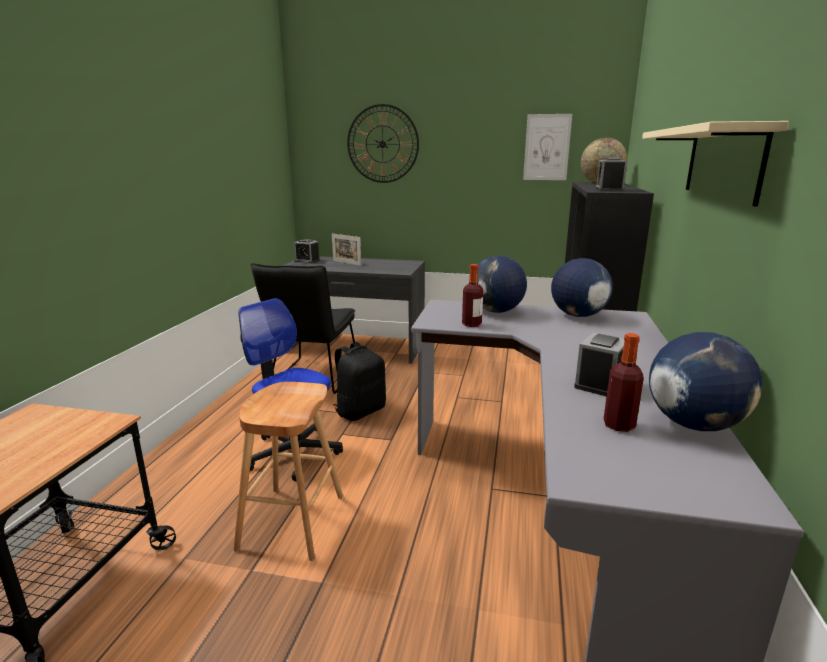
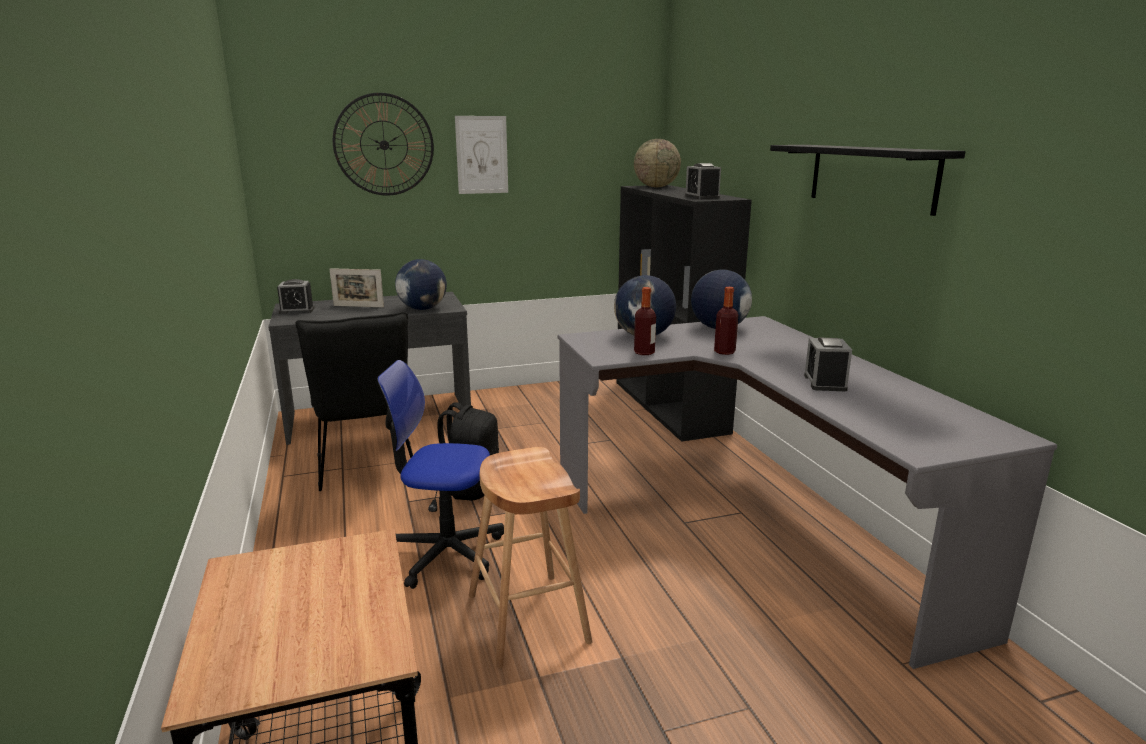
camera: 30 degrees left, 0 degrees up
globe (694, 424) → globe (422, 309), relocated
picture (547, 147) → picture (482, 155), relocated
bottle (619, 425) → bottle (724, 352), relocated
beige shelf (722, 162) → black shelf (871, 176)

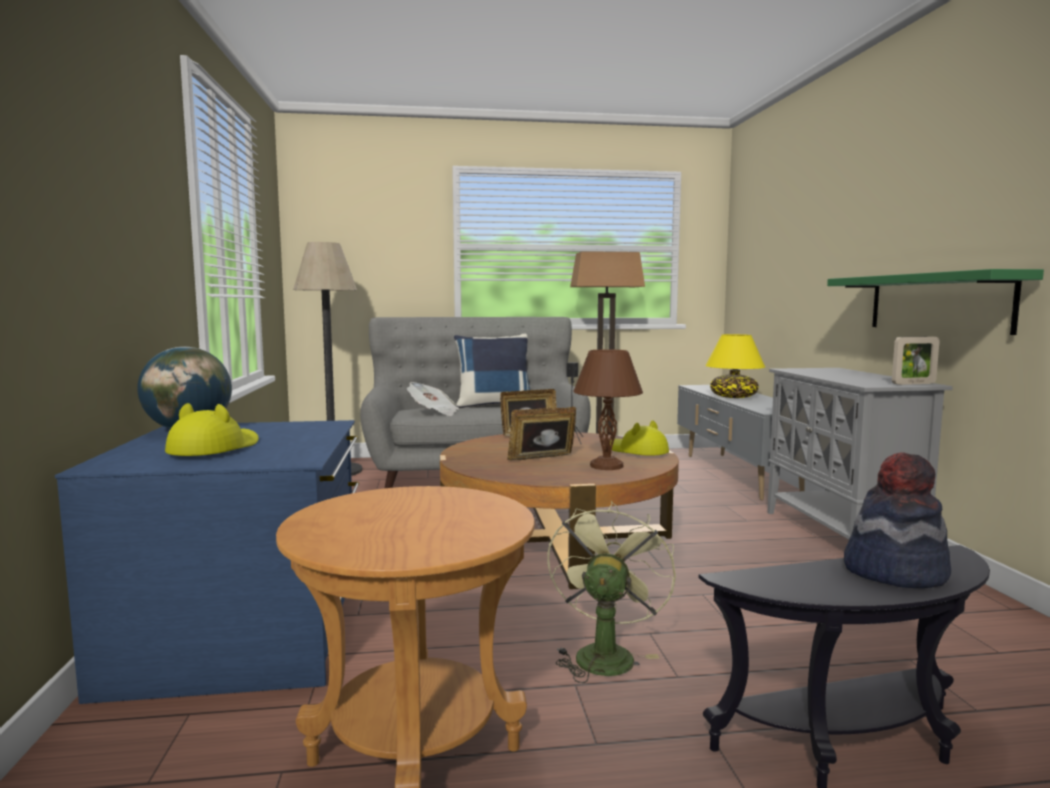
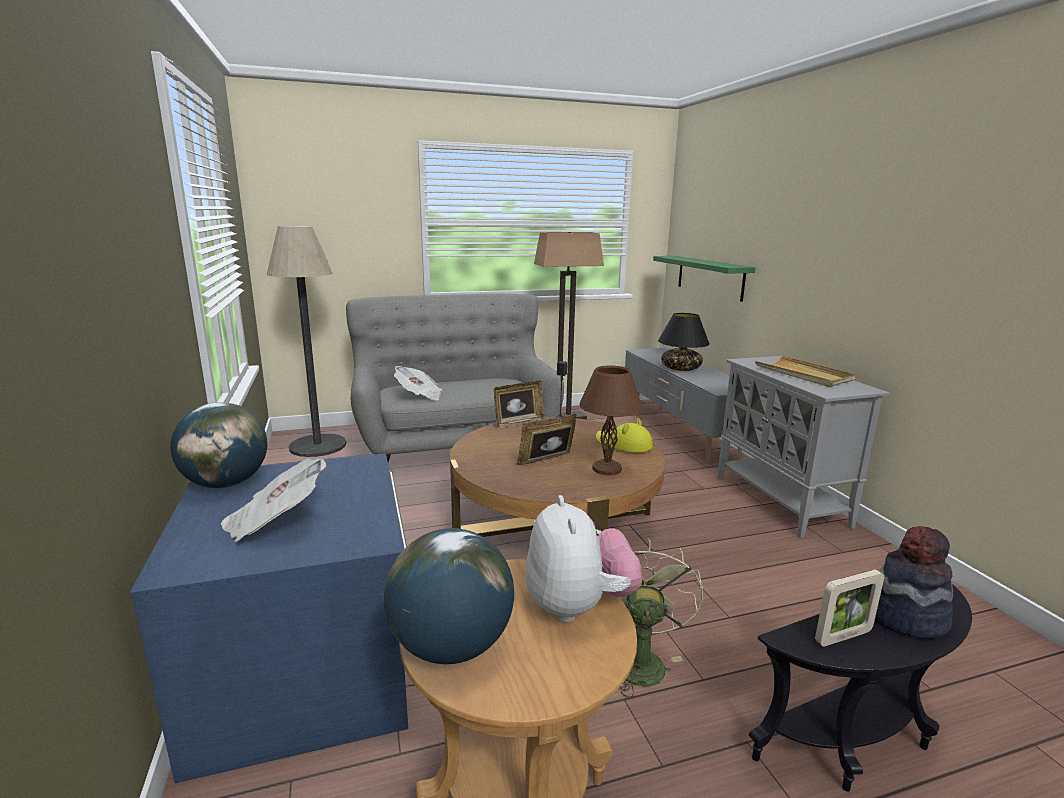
camera: 10 degrees left, 10 degrees up
yellow hat (214, 448) → newspaper (275, 522)
- → globe (452, 647)
- → plush toy (578, 606)
green shelf (937, 302) → green shelf (710, 277), relocated
yellow table lamp (733, 397) → black table lamp (680, 368)
- → beige tray (803, 374)
picture frame (913, 383) → picture frame (843, 637), relocated
blue pillow (494, 405) → -

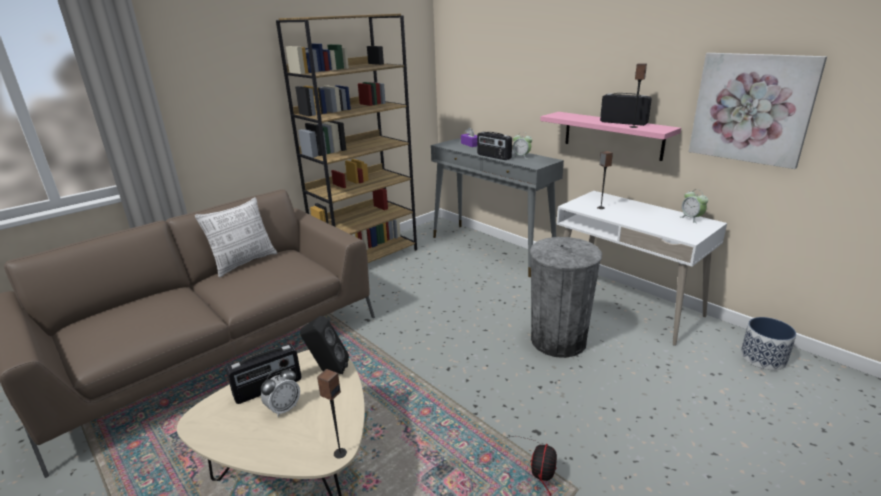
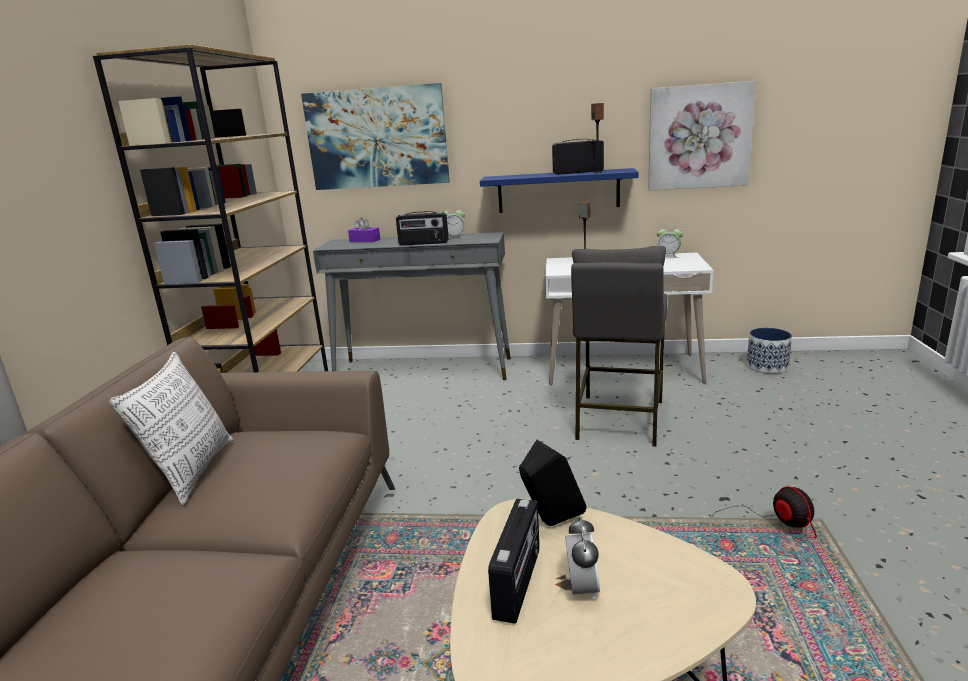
camera: 40 degrees left, 5 degrees down
- → picture (377, 138)
pink shelf (612, 135) → blue shelf (558, 191)
grey trash can (558, 340) → grey stool (618, 419)
speaker (340, 453) → -

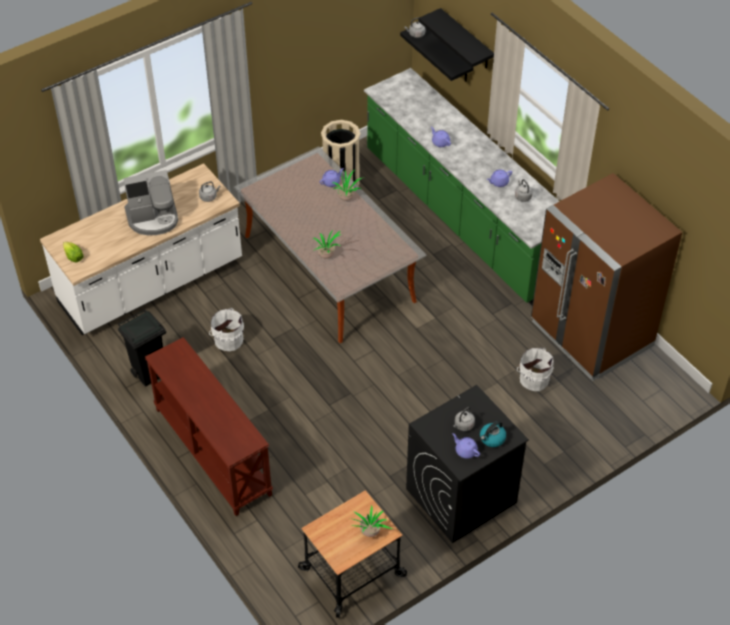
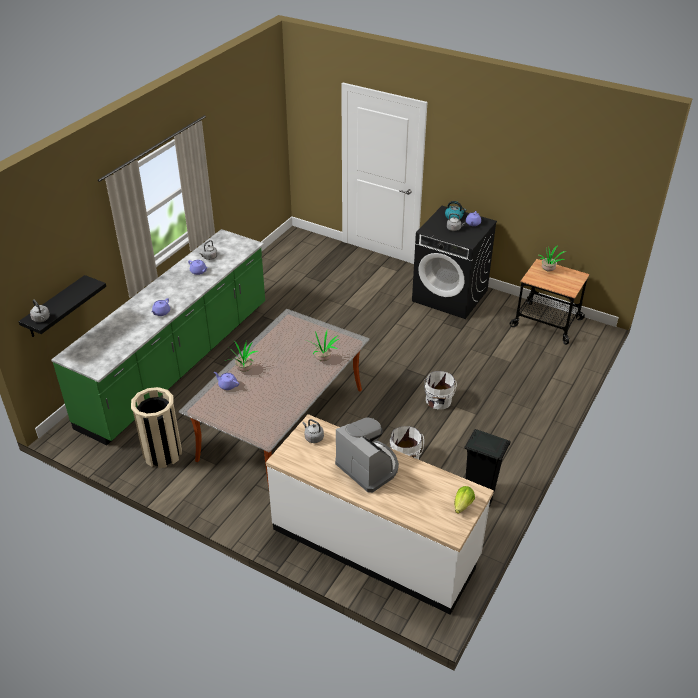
camera: 115 degrees left, 10 degrees down
white bucket (533, 378) → white bucket (438, 401), relocated
brown console table (211, 451) → -
black shelf (466, 40) → -
brown fridge (591, 334) → -

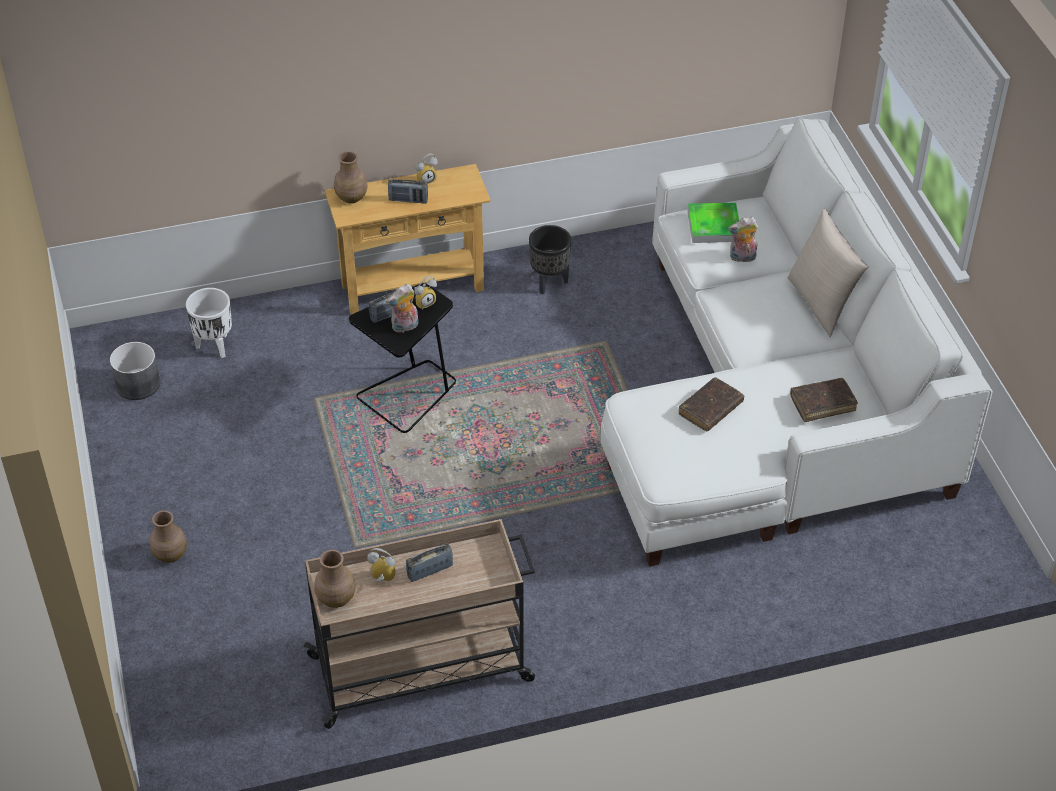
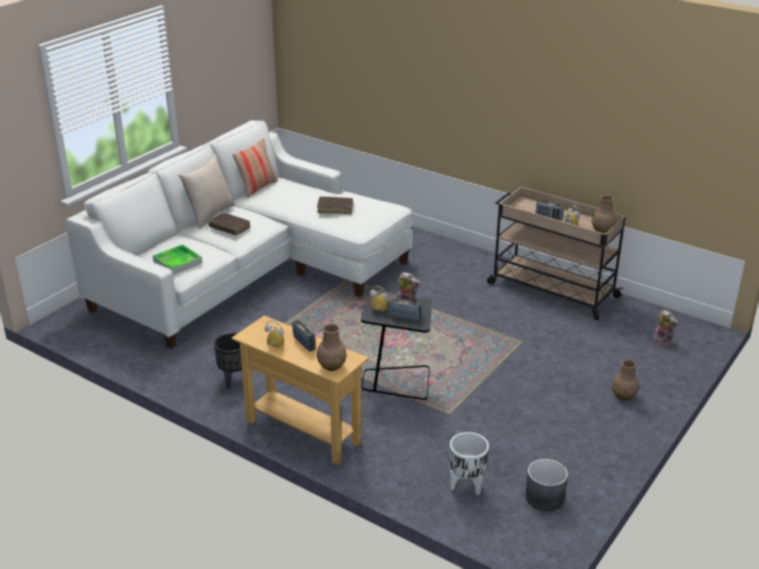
camera: 130 degrees left, 15 degrees down
brown book (822, 404) → brown book (229, 228), relocated
- → pillow (257, 187)
plush toy (742, 258) → plush toy (663, 342), relocated

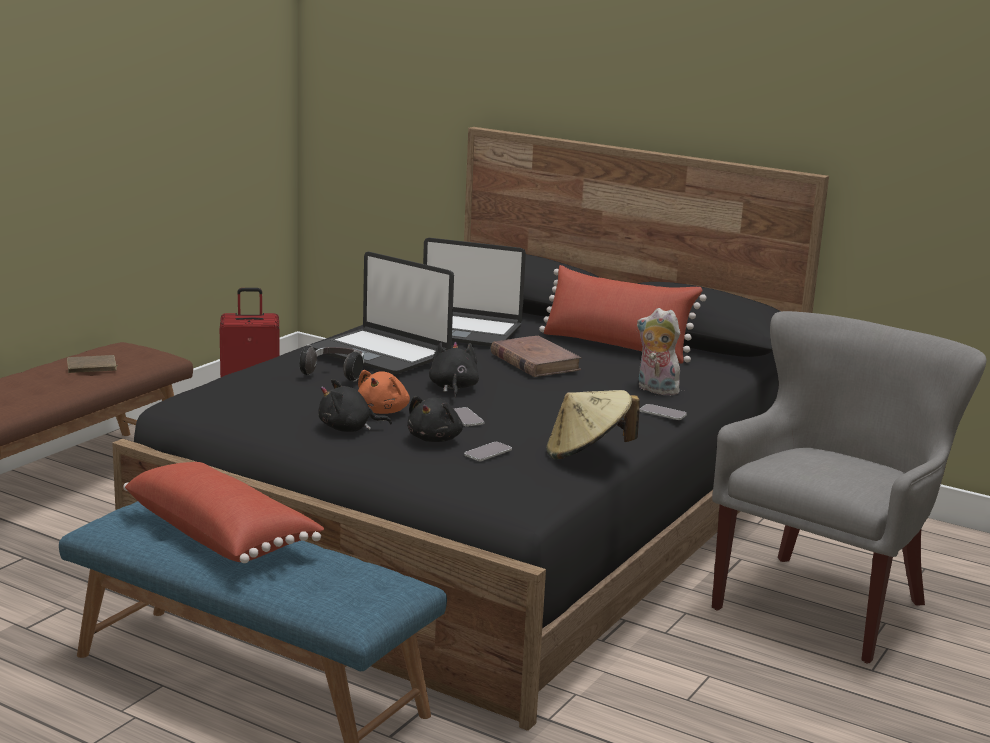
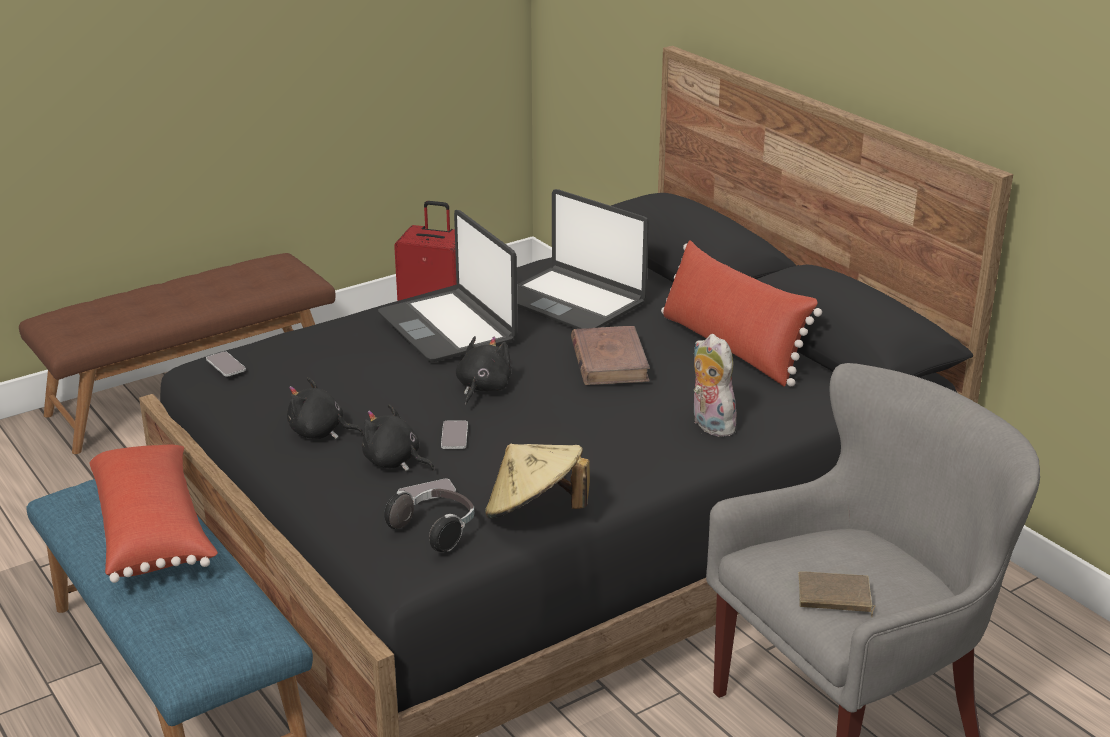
camera: 25 degrees right, 10 degrees up
phone (663, 413) → phone (225, 365), relocated
black plush toy (435, 439) → black plush toy (394, 462), 75 degrees clockwise
headphones (335, 374) → headphones (435, 530), relocated
brown book (91, 368) → brown book (834, 597), relocated
orange plush toy (384, 411) → -

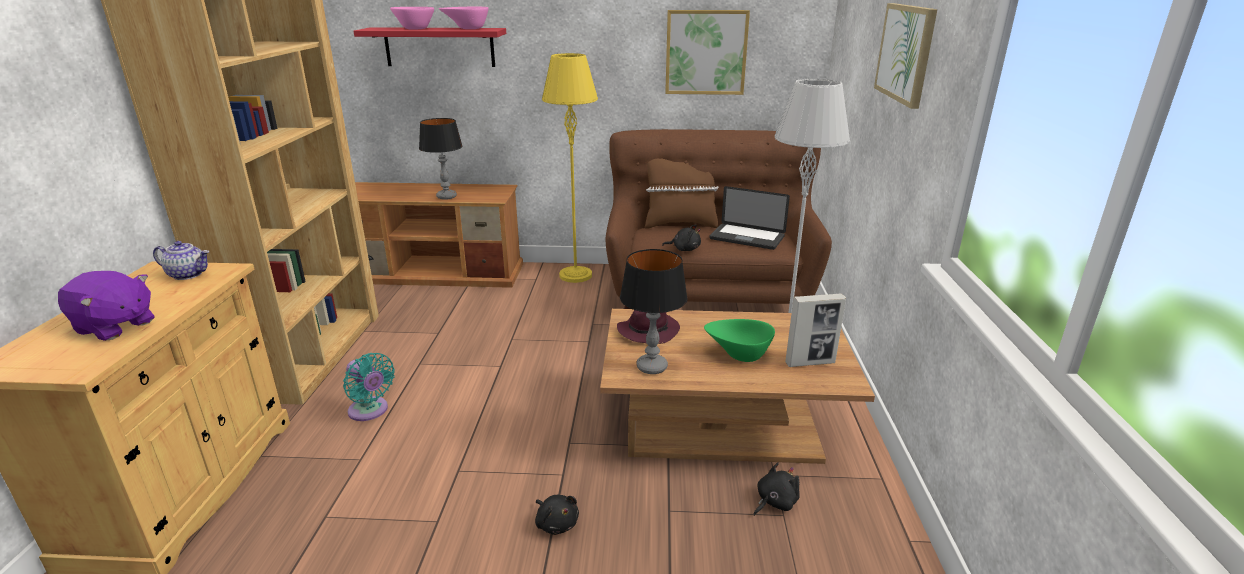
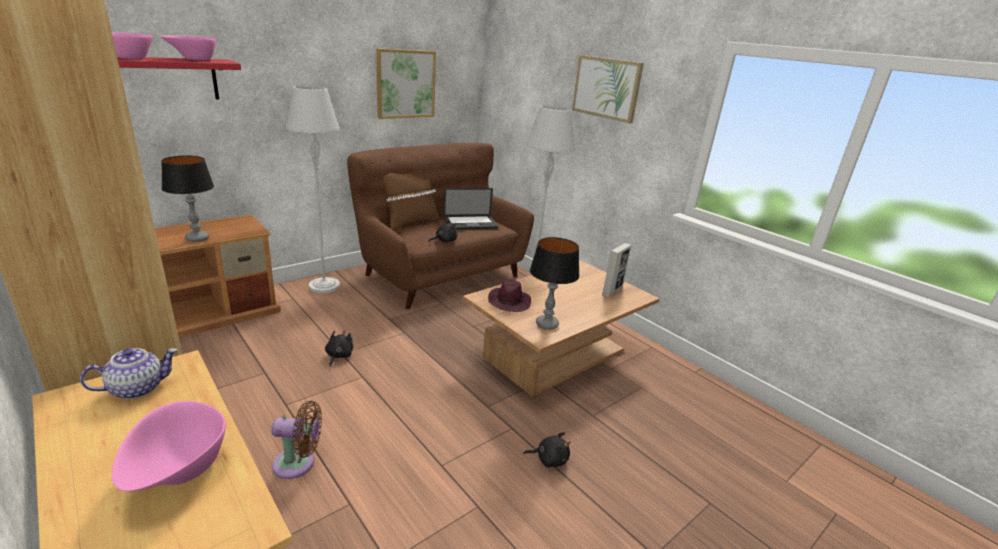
camera: 45 degrees left, 0 degrees up
purple plush toy (115, 327) → pink bowl (178, 474)
turquoise fan (370, 411) → brown fan (298, 463)
yellow floor lamp (575, 275) → grey floor lamp (324, 286)
black plush toy (774, 502) → black plush toy (339, 356), relocated
green bowl (739, 354) → -

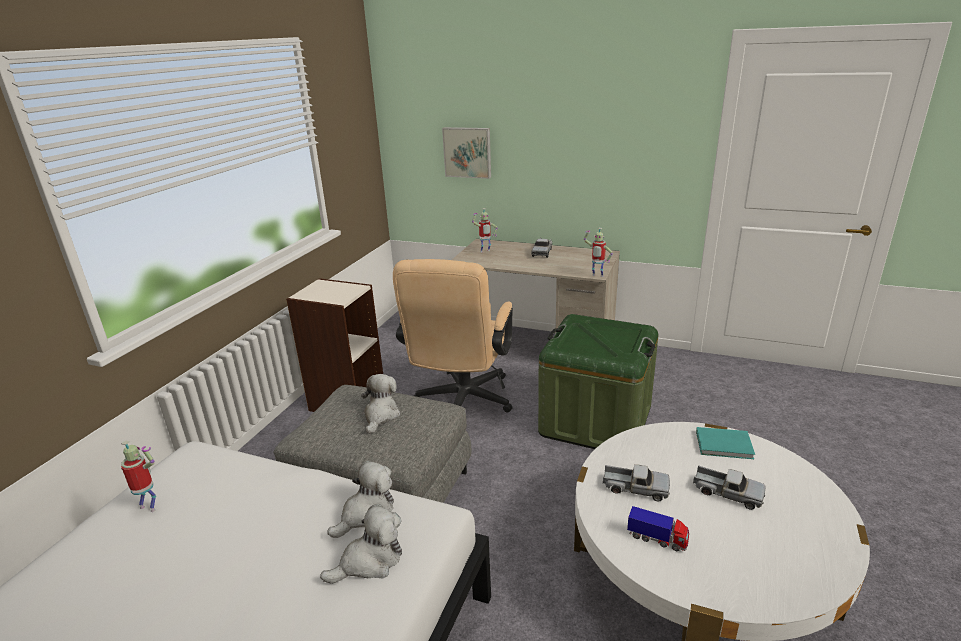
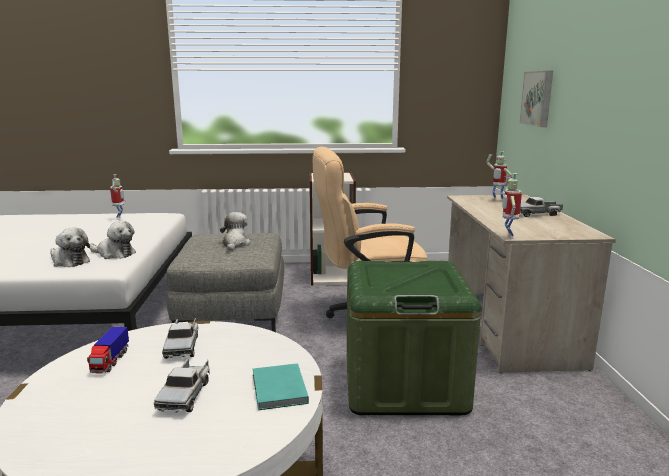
camera: 65 degrees right, 10 degrees down
plush toy (380, 415) → plush toy (235, 244), 75 degrees counterclockwise

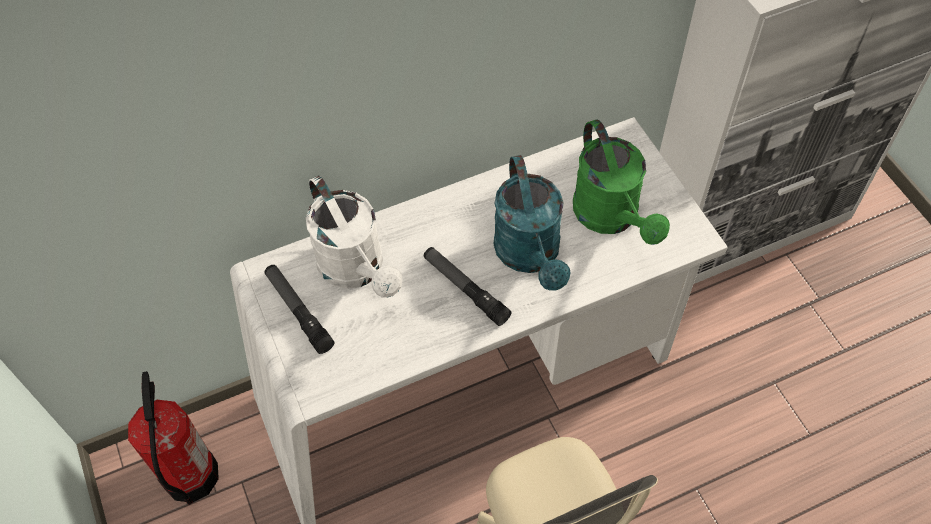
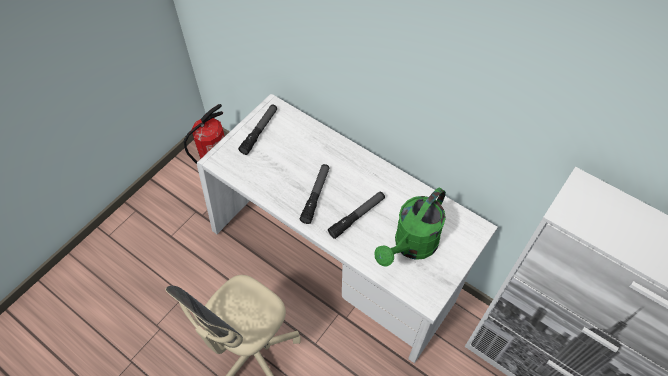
camera: 60 degrees right, 0 degrees up
turquoise watering can (531, 256) → flashlight (357, 216)
white watering can (357, 270) → -

